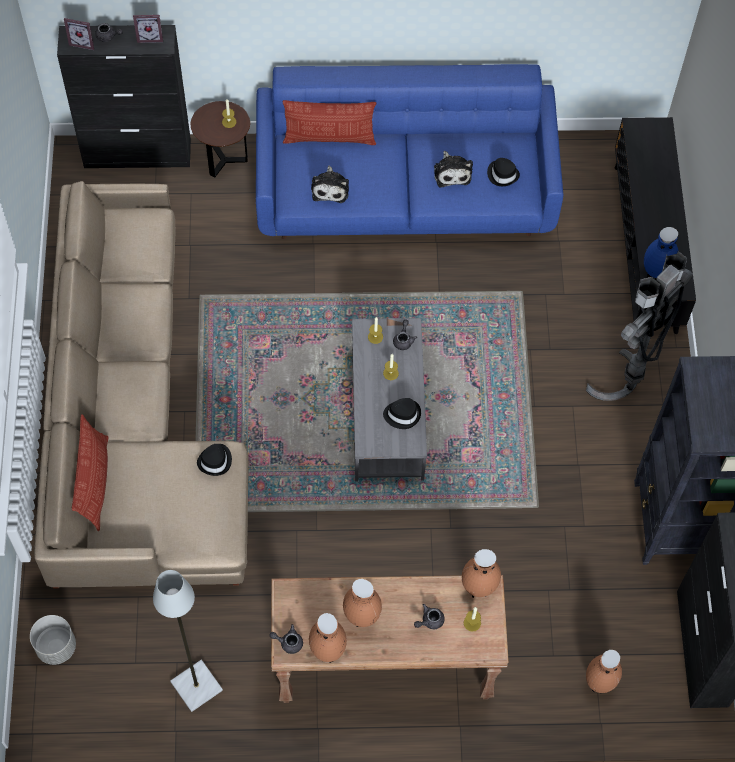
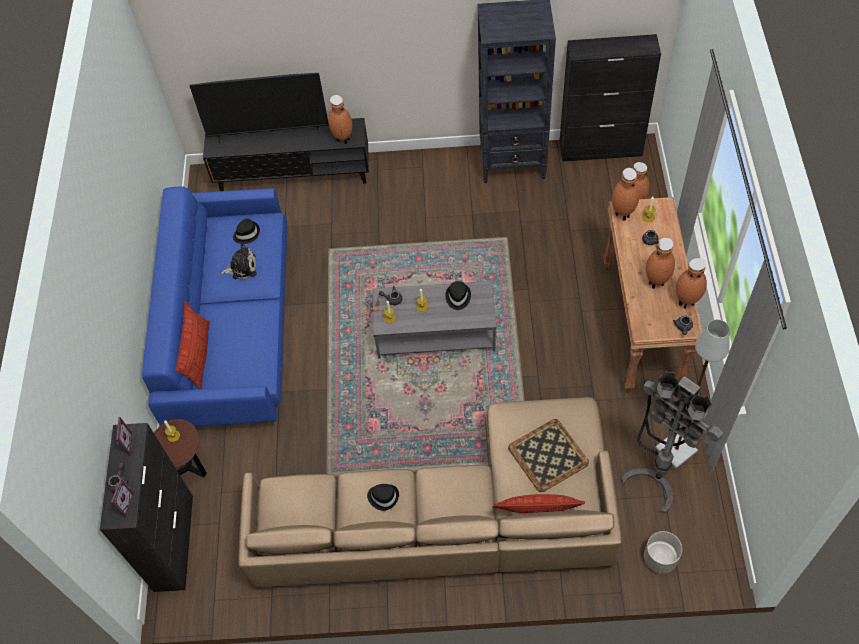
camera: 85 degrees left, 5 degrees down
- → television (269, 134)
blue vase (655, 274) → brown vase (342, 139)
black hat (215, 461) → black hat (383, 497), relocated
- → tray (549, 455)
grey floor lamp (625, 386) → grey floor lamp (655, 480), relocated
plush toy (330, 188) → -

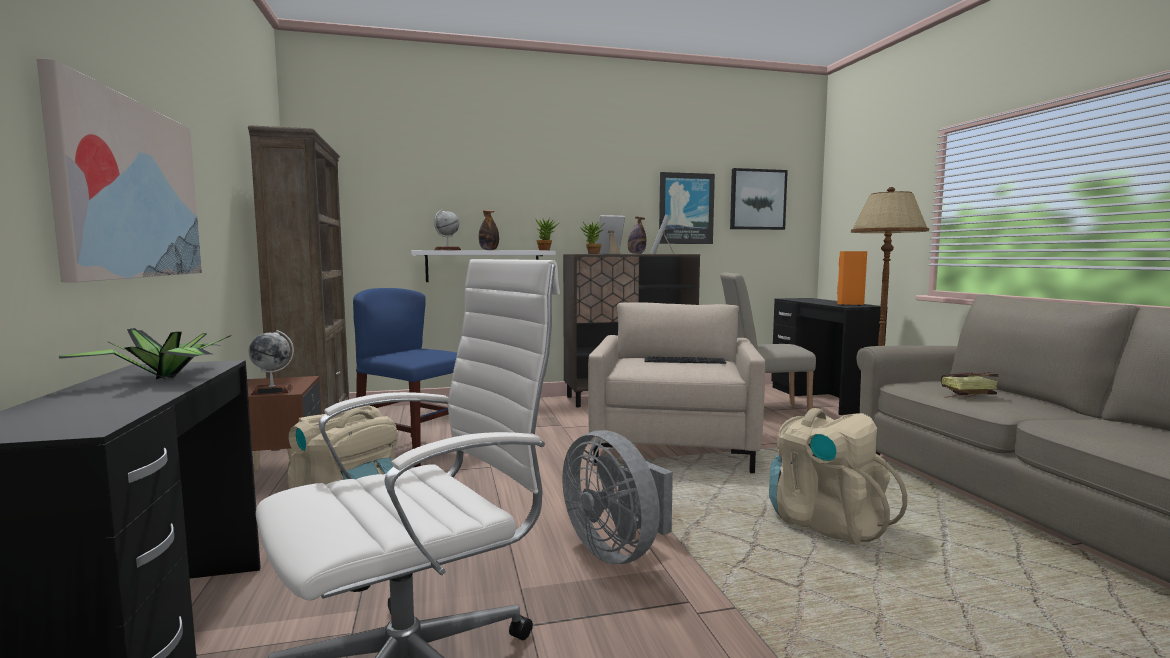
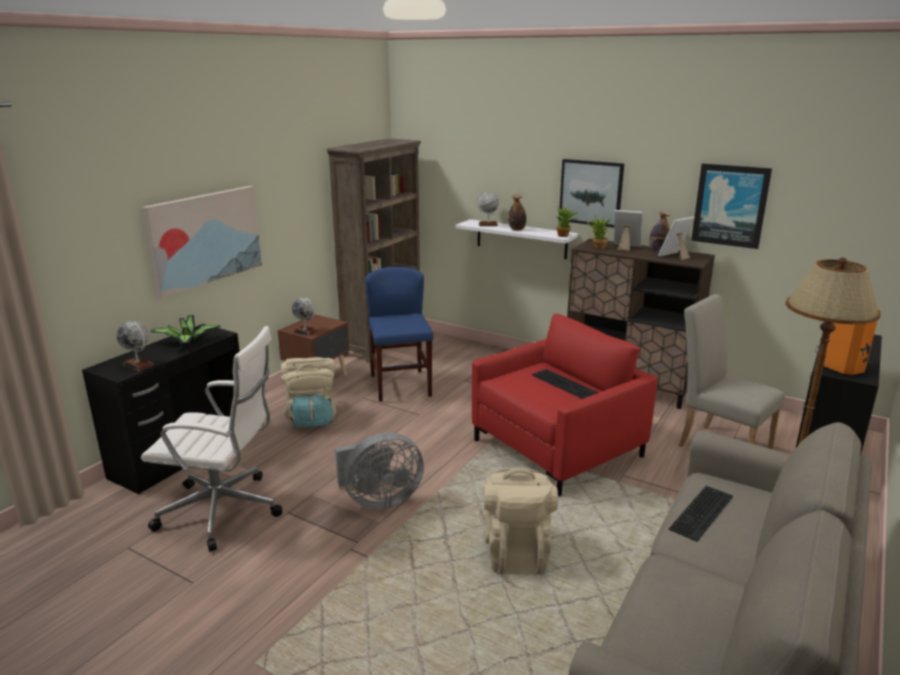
camera: 45 degrees right, 15 degrees up
- → globe (138, 365)
grey fan (617, 550) → grey fan (379, 500), 120 degrees counterclockwise
beige armchair (674, 446) → red armchair (558, 448)
picture (757, 199) → picture (591, 192), relocated
book (963, 395) → keyboard (703, 513)

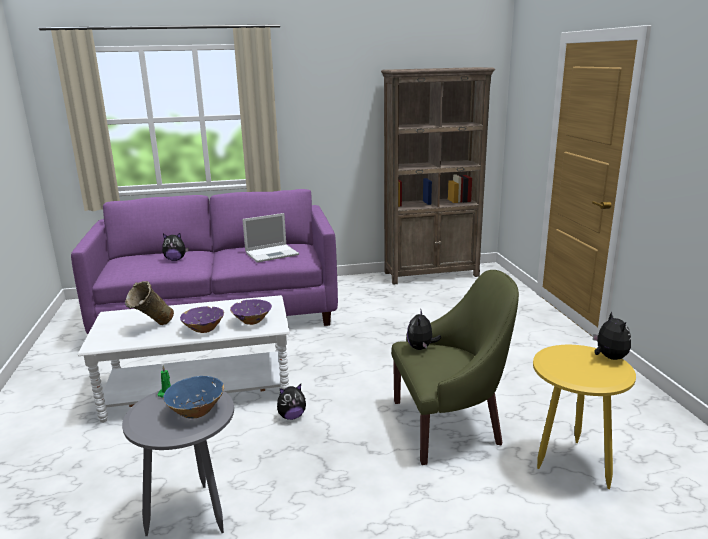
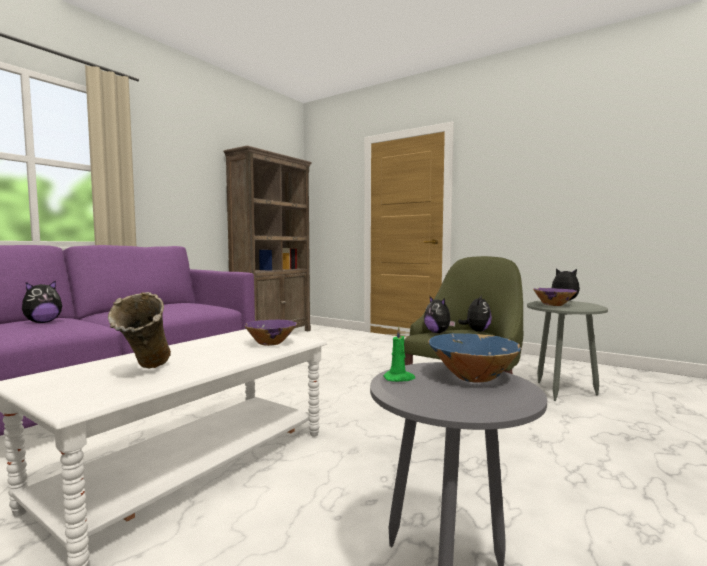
camera: 45 degrees left, 15 degrees down
plush toy (291, 416) → plush toy (476, 331), relocated
yellow side table (570, 465) → grey side table (561, 393)
purple bowl (204, 329) → purple bowl (553, 305), relocated
laptop (272, 253) → -

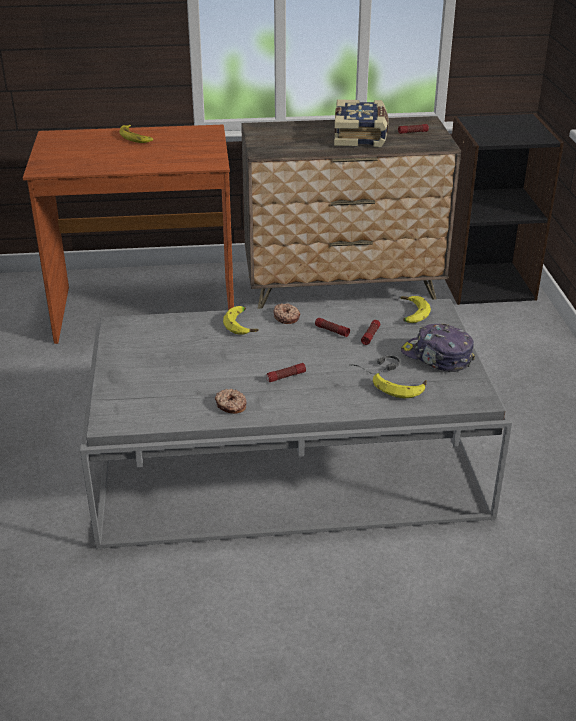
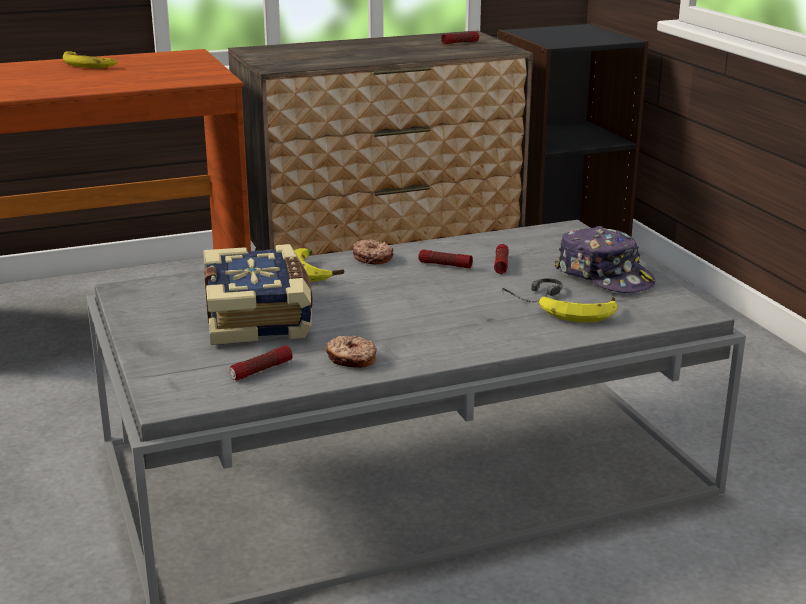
camera: 15 degrees left, 10 degrees down
book (361, 136) → book (260, 316), relocated
flashlight (286, 377) → flashlight (261, 370), relocated
cap (437, 357) → cap (604, 276), 150 degrees counterclockwise
banana (410, 314) → -

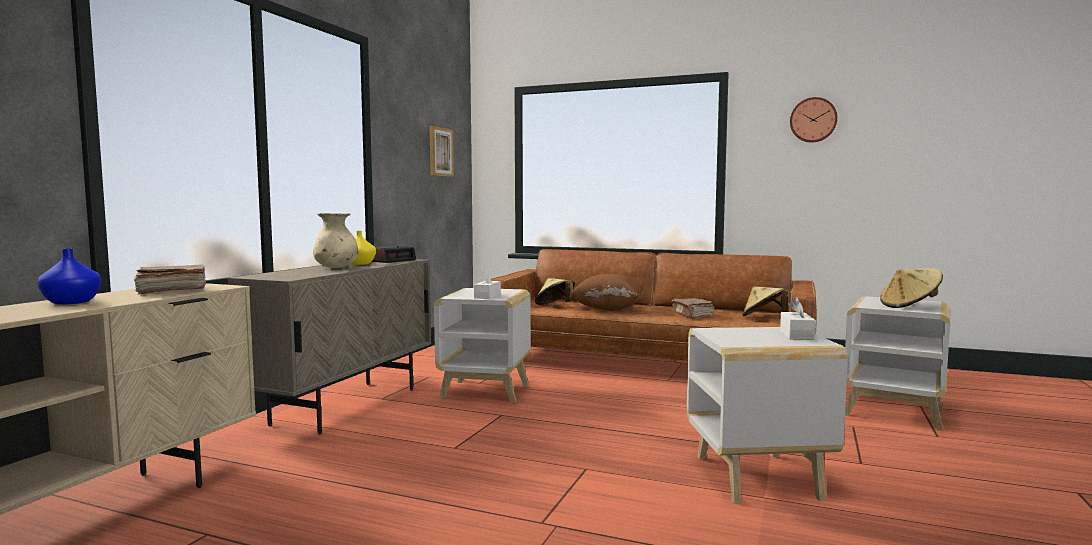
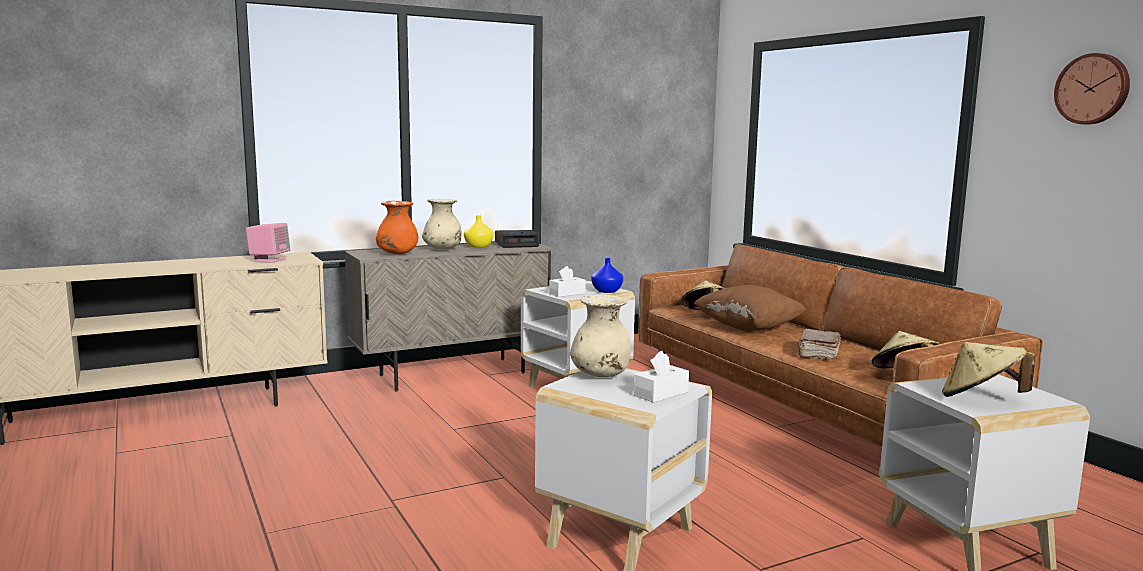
camera: 40 degrees right, 5 degrees up
brown book (171, 291) → pink speaker (269, 260)
- → orange vase (397, 254)
- → beige vase (601, 375)
blue vase (71, 302) → blue vase (606, 291), relocated
picture (440, 152) → -

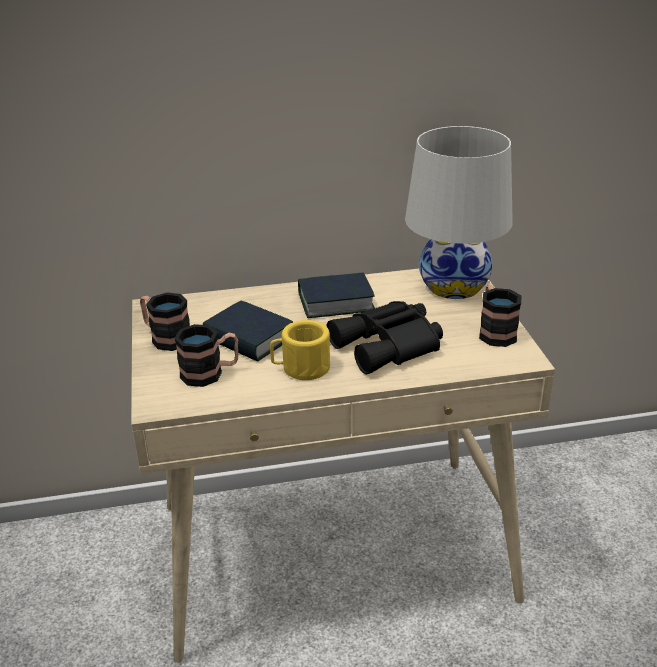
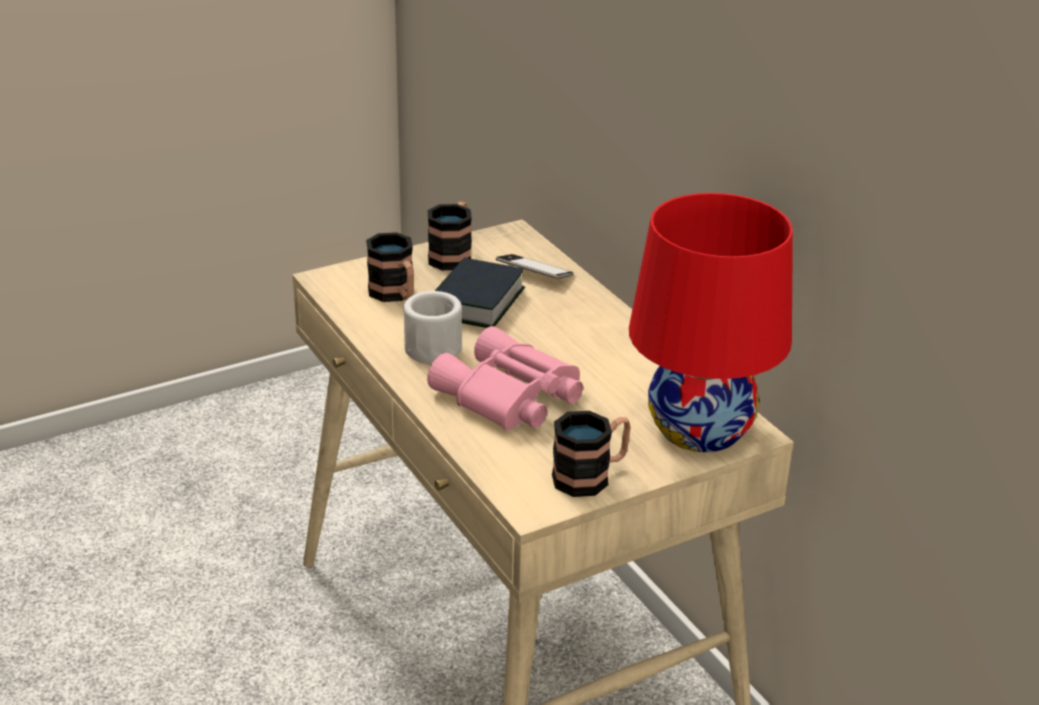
camera: 70 degrees right, 0 degrees up
yellow mug (301, 368) → white mug (430, 346)
black binoculars (389, 346) → pink binoculars (508, 397)
- → phone (534, 272)
white table lamp (454, 286) → red table lamp (701, 429)
book (335, 302) → -

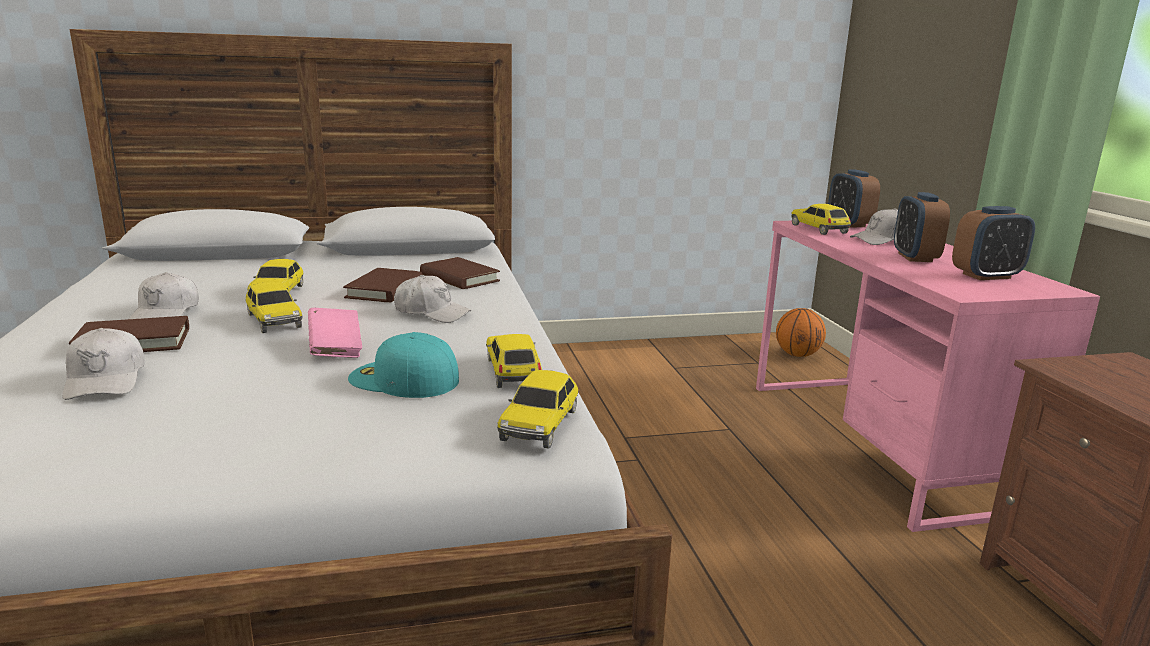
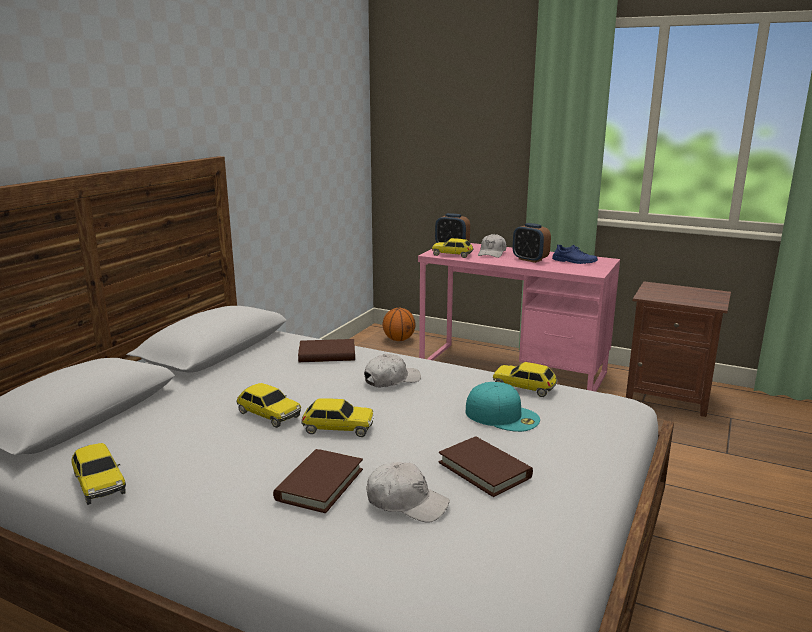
camera: 50 degrees left, 0 degrees up
toy car (540, 424) → toy car (99, 483), relocated
brown book (385, 290) → brown book (484, 470), relocated
turquoise cap (402, 379) → turquoise cap (503, 415), 120 degrees counterclockwise
alarm clock (986, 276) → blue shoe (574, 261)
white cap (166, 313) → -
pink book (336, 349) → -

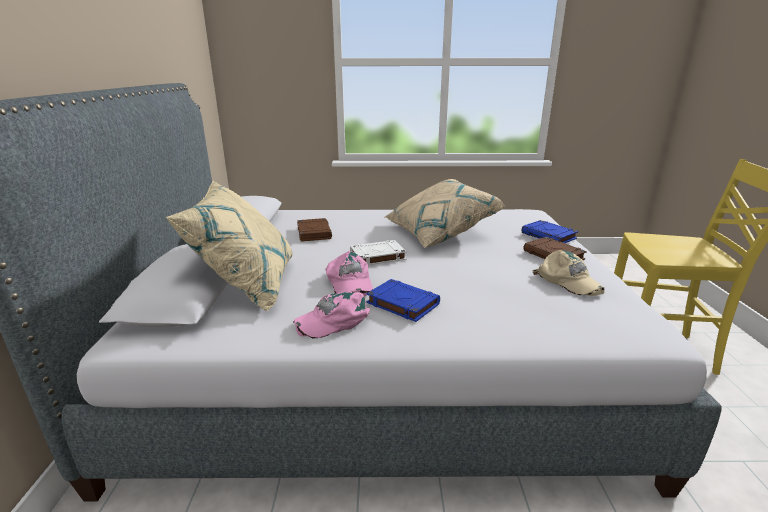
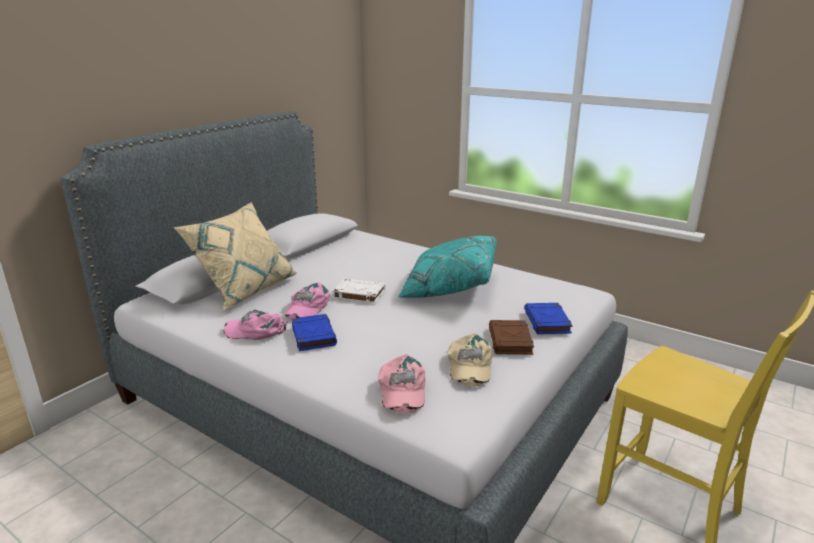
camera: 35 degrees right, 0 degrees up
- → pink cap (401, 390)
beige pillow (438, 232) → turquoise pillow (449, 287)
brown book (314, 233) → -

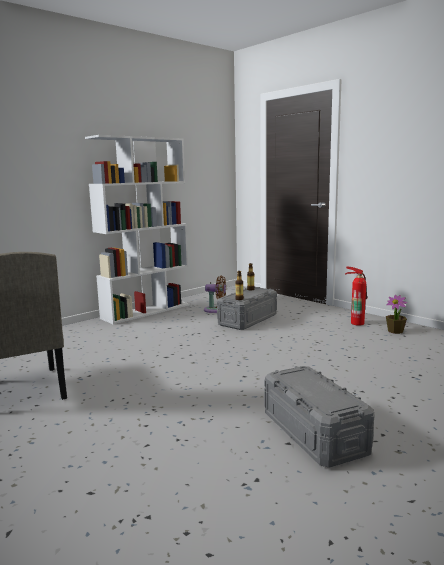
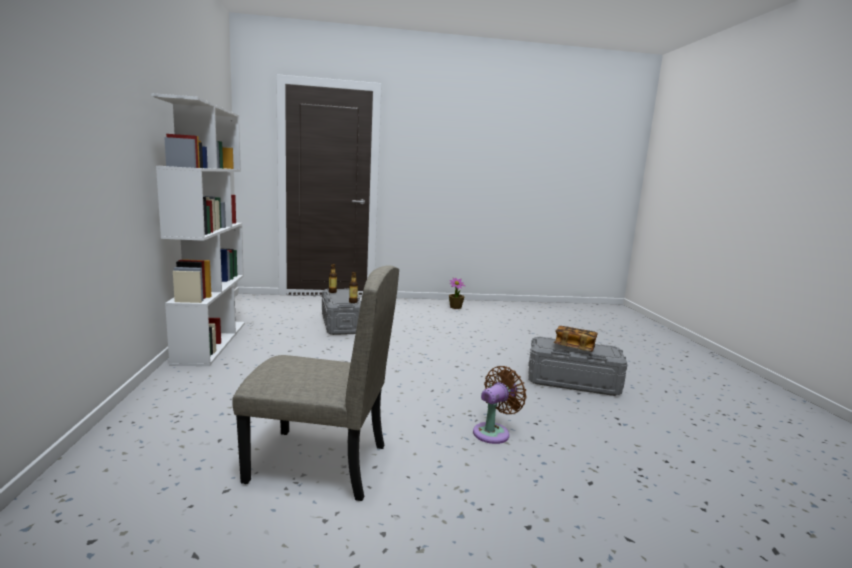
camera: 55 degrees left, 0 degrees up
brown fan (215, 310) → brown fan (494, 432), relocated
- → book (574, 348)
fire extinguisher (357, 323) → -

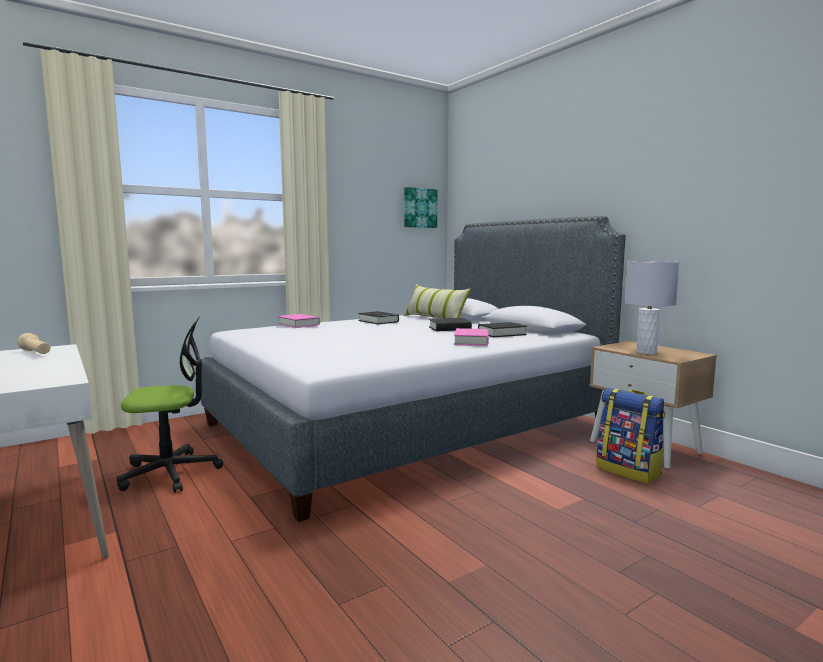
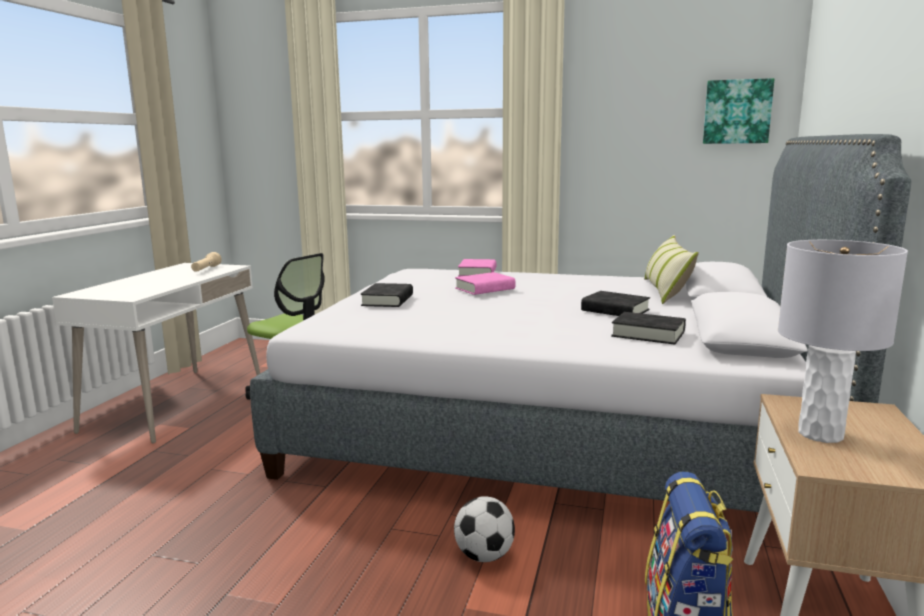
camera: 50 degrees right, 5 degrees up
black book (378, 321) → black book (387, 300), relocated
- → football (484, 555)
pink book (471, 341) → pink book (485, 288), relocated

